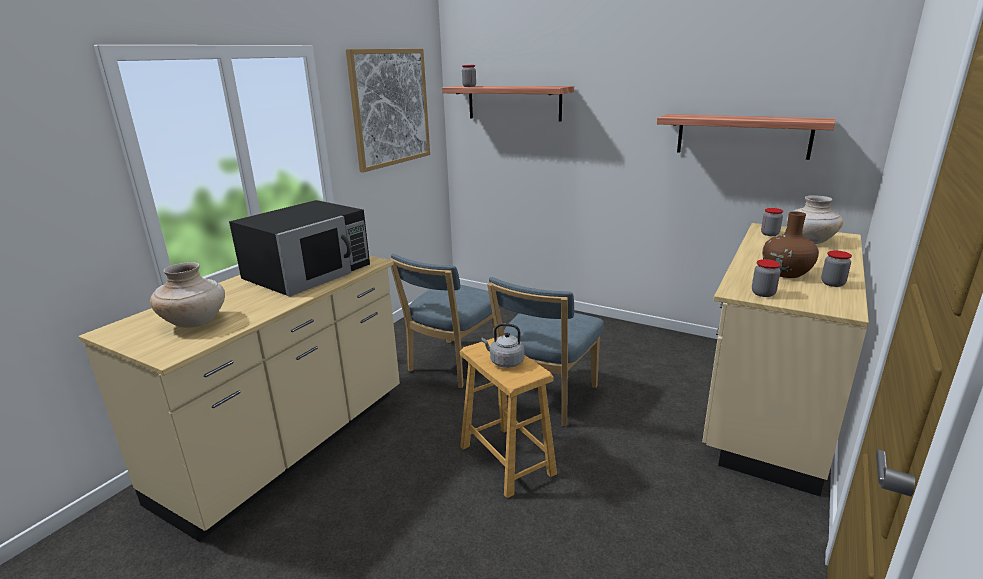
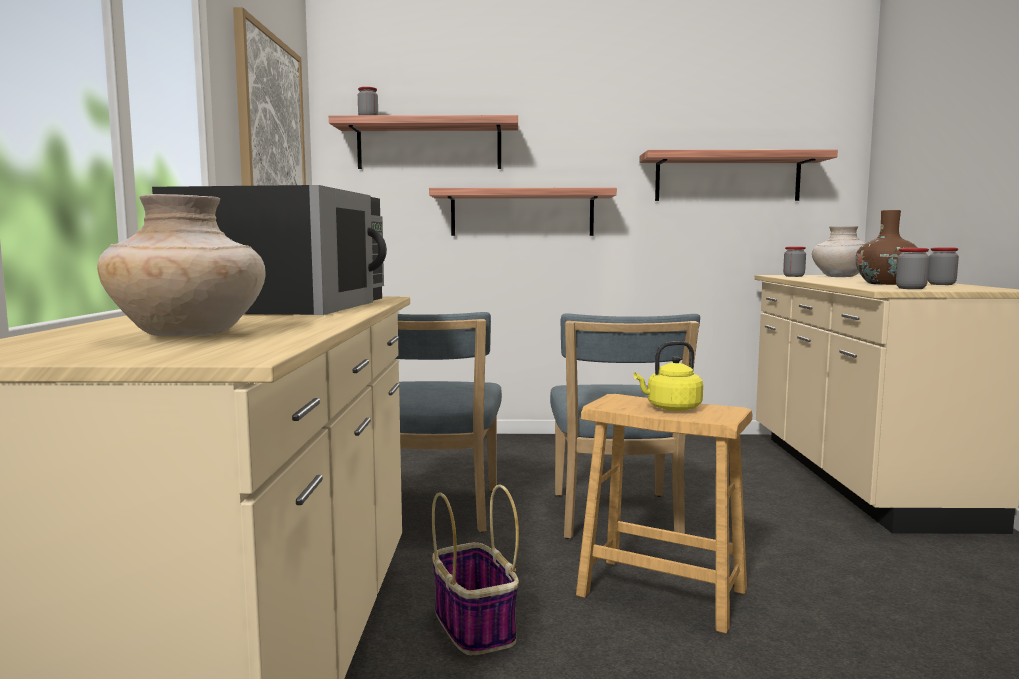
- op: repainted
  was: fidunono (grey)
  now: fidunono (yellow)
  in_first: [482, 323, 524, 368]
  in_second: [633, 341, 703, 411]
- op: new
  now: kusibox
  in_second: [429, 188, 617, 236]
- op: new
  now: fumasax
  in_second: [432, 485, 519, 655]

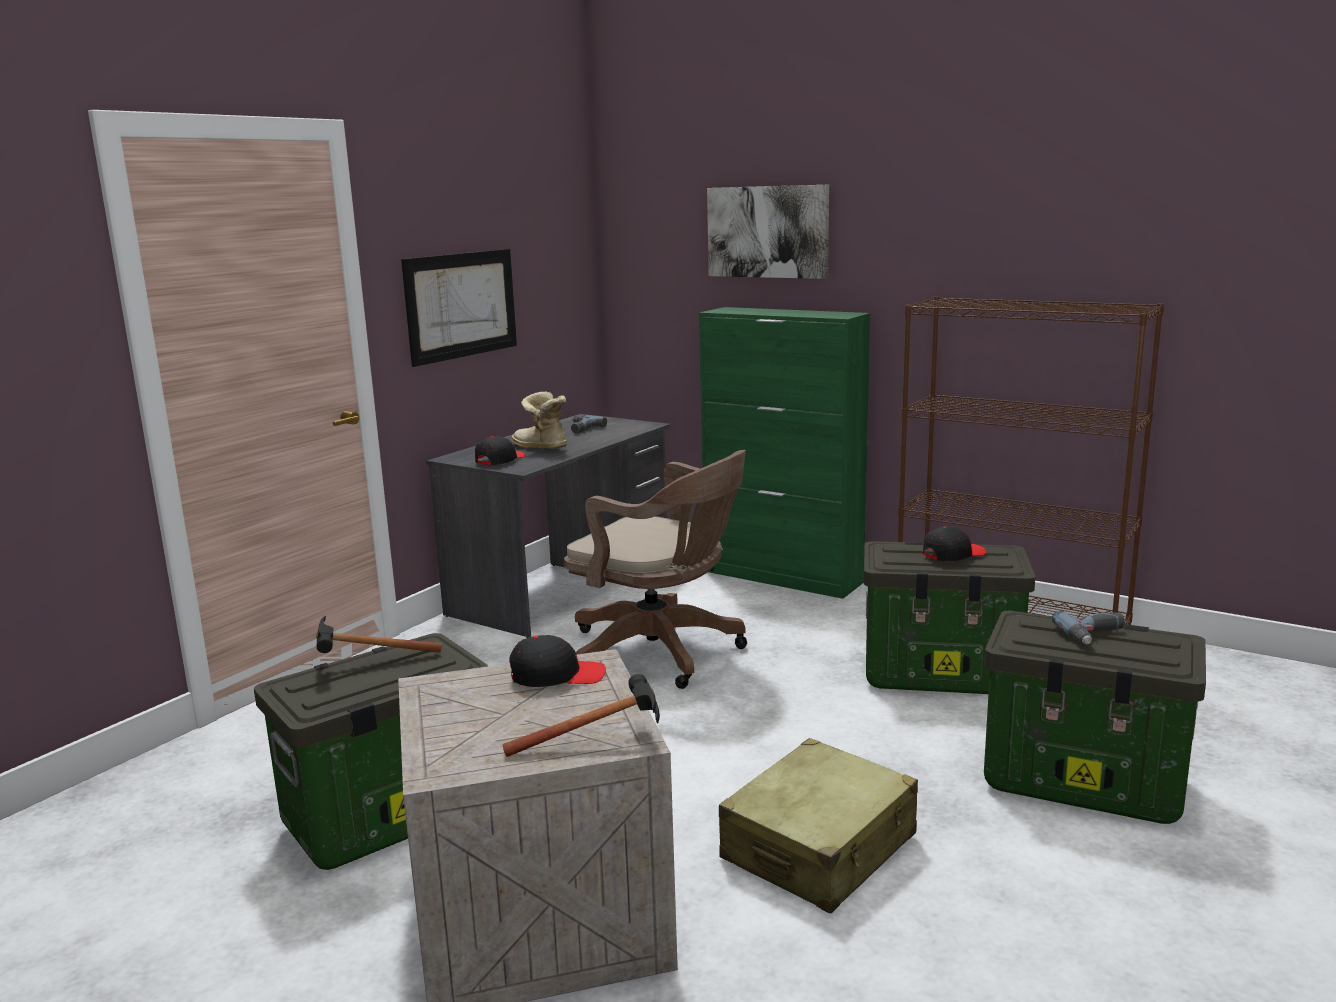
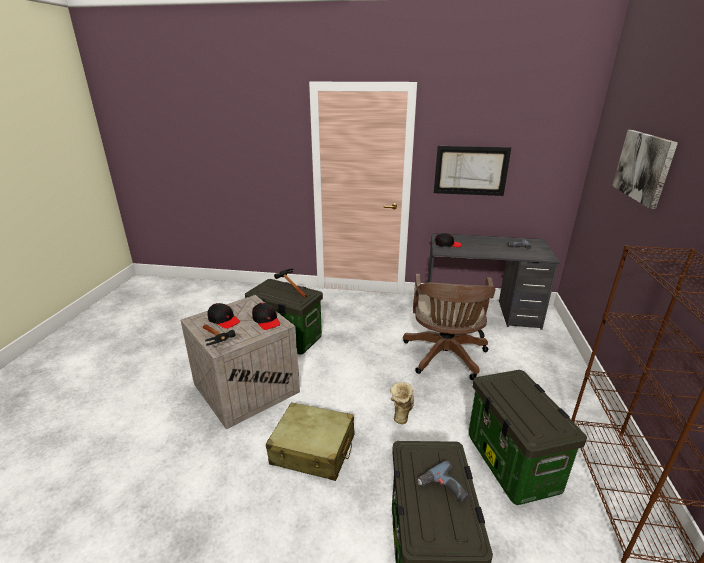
- op: shifted
  was: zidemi
  in_first: [511, 391, 567, 449]
  in_second: [390, 382, 414, 424]
- op: gone
  was: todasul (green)
  in_first: [699, 307, 870, 599]
- op: shifted
  was: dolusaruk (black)
  in_first: [923, 526, 986, 561]
  in_second: [207, 303, 240, 329]

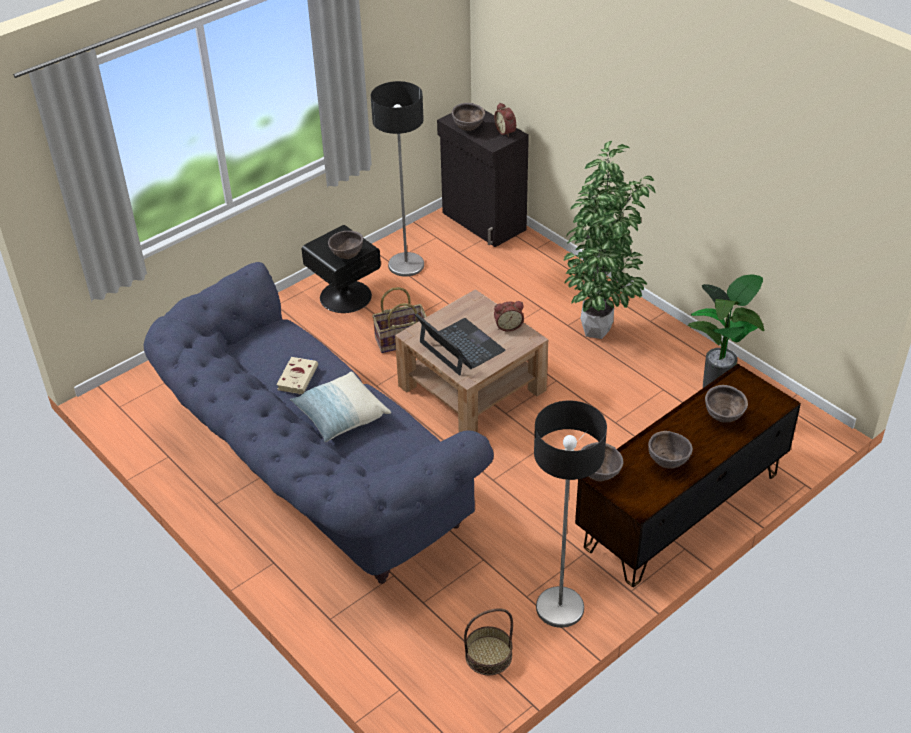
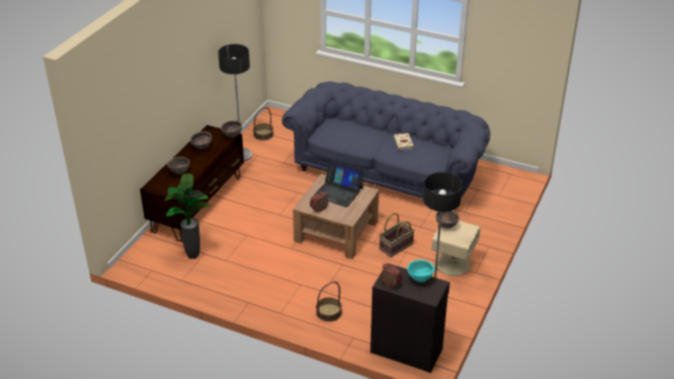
- op: gone
  was: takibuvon
  in_first: [290, 371, 391, 442]
- op: repainted
  was: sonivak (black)
  now: sonivak (beige)
  in_first: [302, 225, 381, 313]
  in_second: [432, 221, 481, 276]
- op: repainted
  was: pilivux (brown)
  now: pilivux (turquoise)
  in_first: [452, 103, 485, 131]
  in_second: [407, 260, 435, 282]
- op: gone
  was: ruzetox
  in_first: [562, 141, 656, 339]
- op: new
  now: fumasax
  in_second: [316, 282, 342, 322]

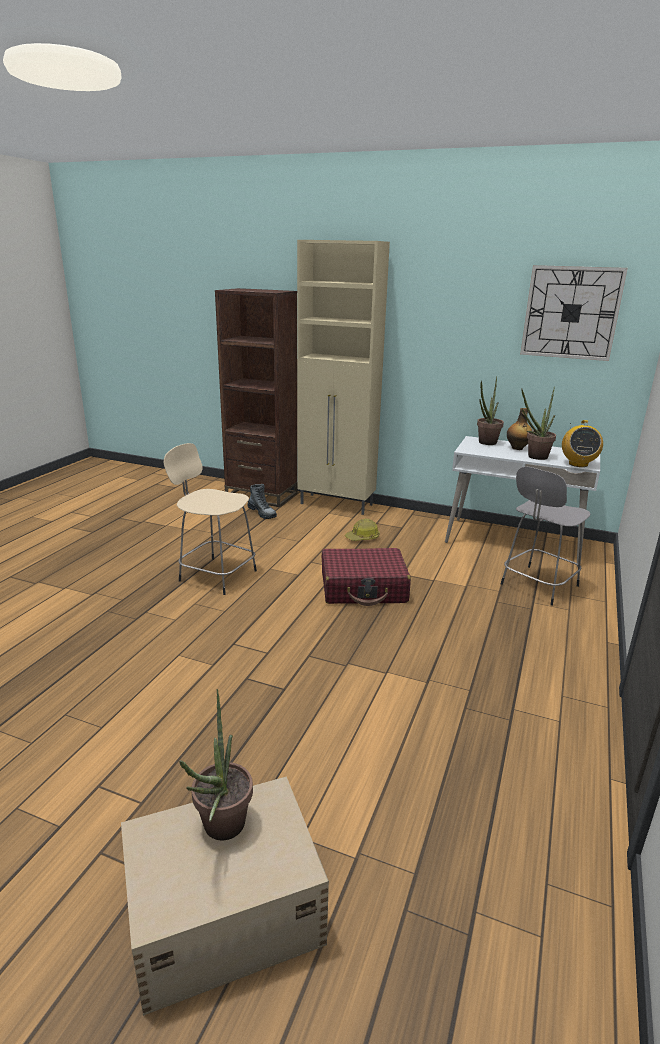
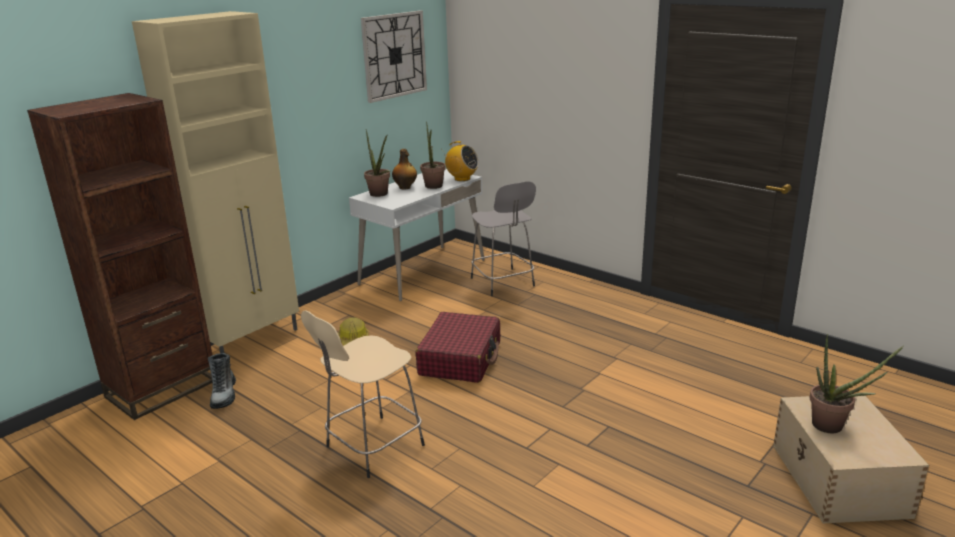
- op: rotated
  was: zidemi
  in_first: [247, 484, 277, 519]
  in_second: [208, 353, 236, 409]
  clockwise: 105

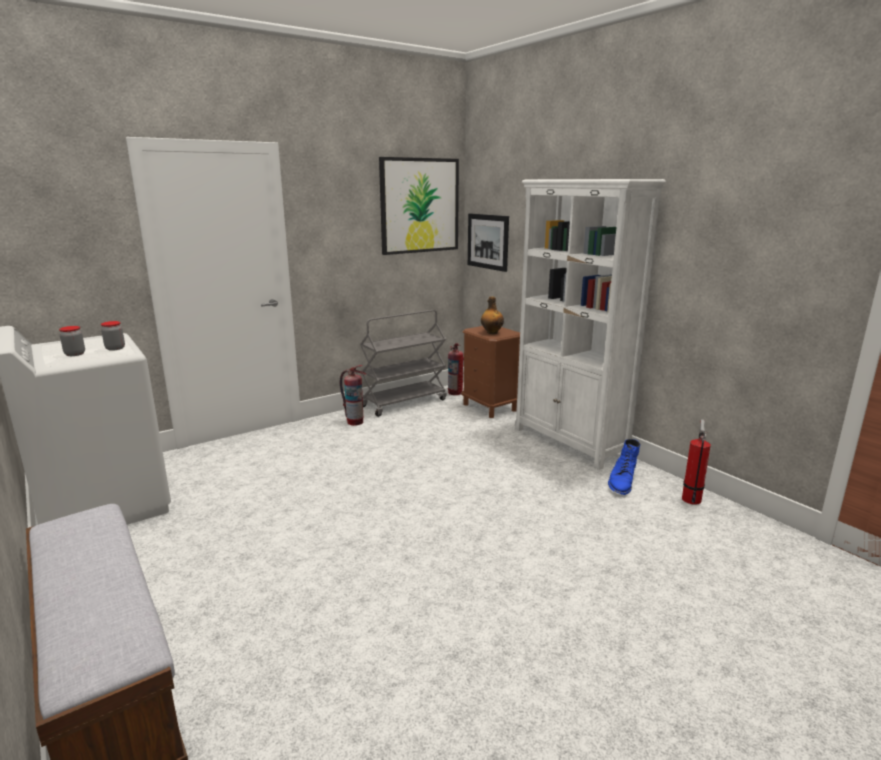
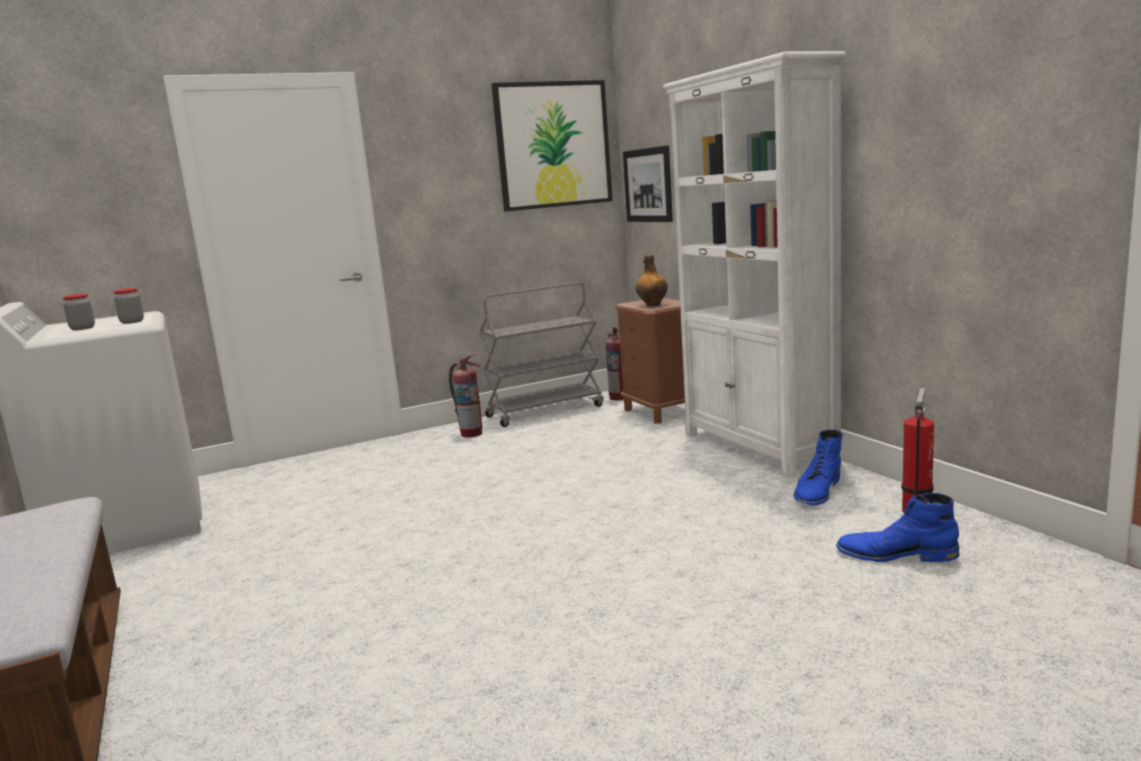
- op: new
  now: zidemi (blue)
  in_second: [836, 493, 959, 562]

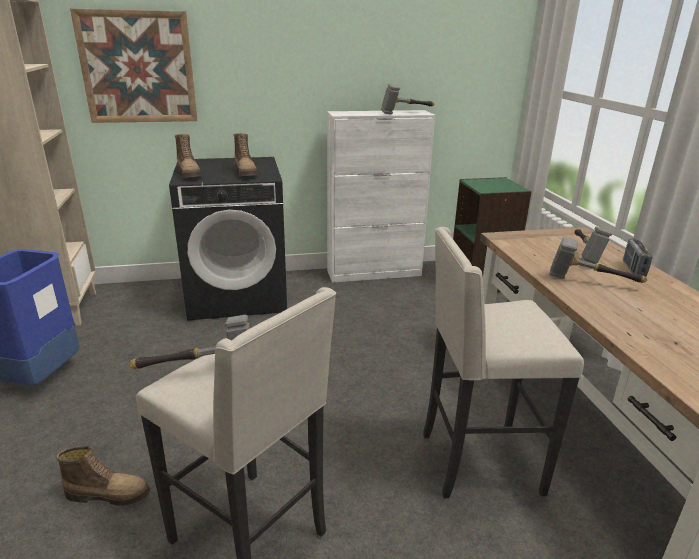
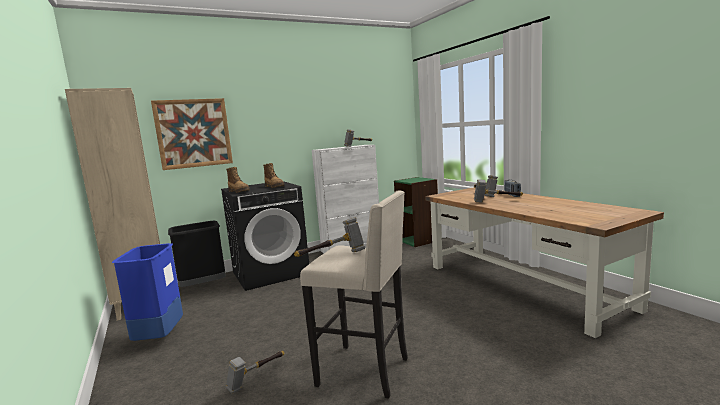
- op: swapped
  was: zidemi
  now: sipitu
  in_first: [56, 446, 150, 506]
  in_second: [226, 351, 284, 394]
- op: gone
  was: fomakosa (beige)
  in_first: [423, 227, 584, 499]
- op: new
  now: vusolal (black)
  in_second: [168, 221, 226, 287]

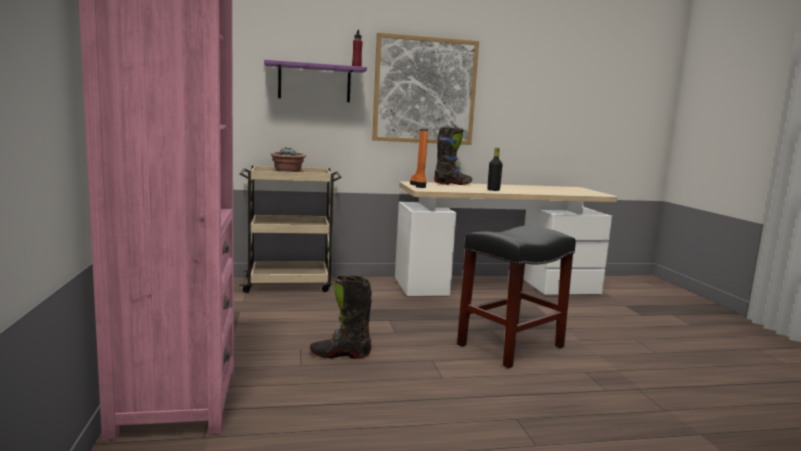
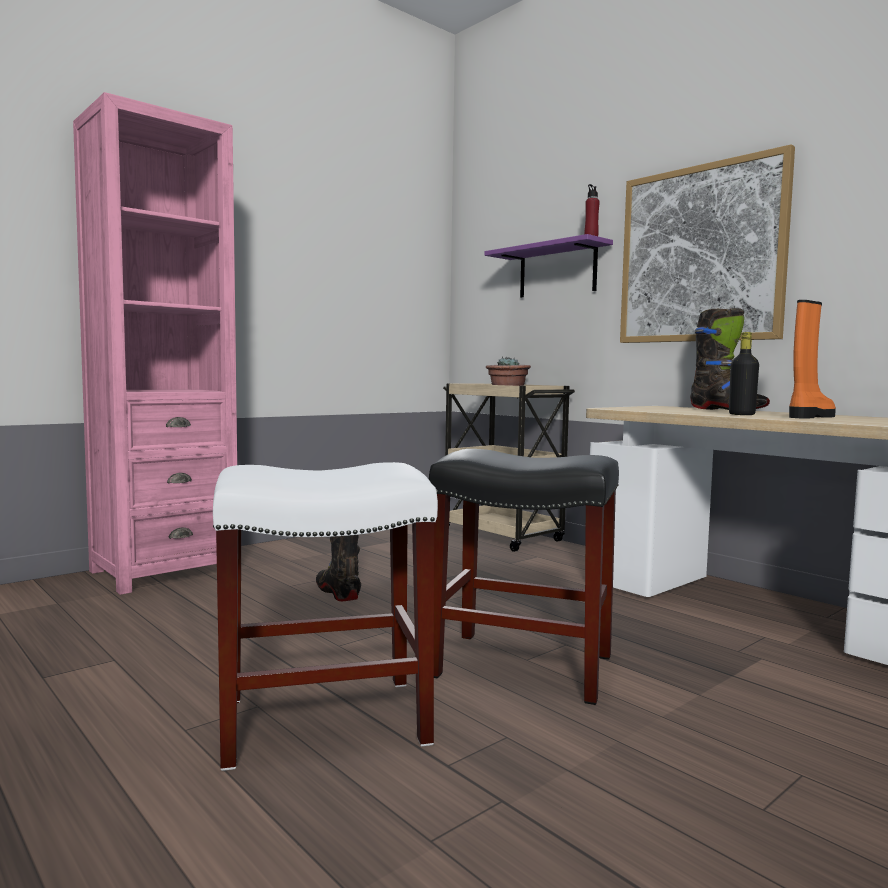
- op: shifted
  was: zidemi (orange)
  in_first: [410, 129, 428, 188]
  in_second: [789, 300, 836, 418]
- op: new
  now: fomakosa (white)
  in_second: [213, 462, 438, 771]

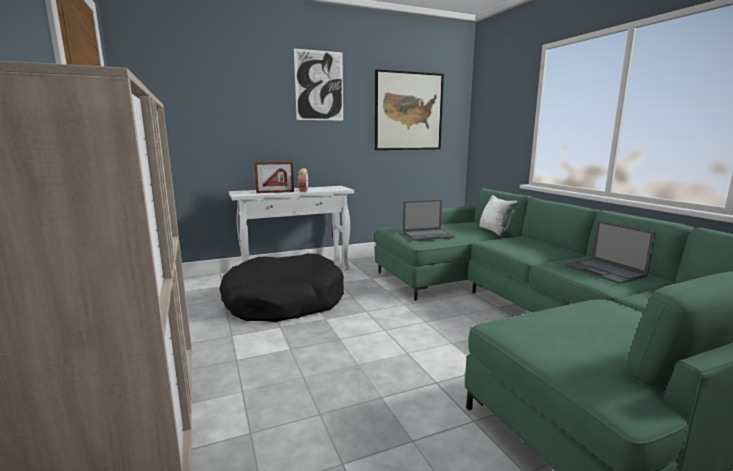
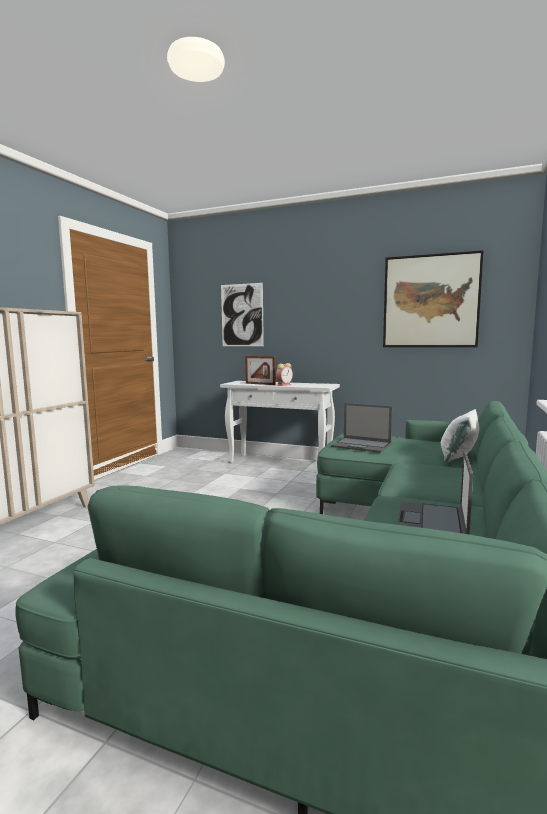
- op: gone
  was: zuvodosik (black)
  in_first: [219, 253, 344, 322]
- op: shifted
  was: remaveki
  in_first: [294, 49, 343, 121]
  in_second: [221, 283, 264, 346]

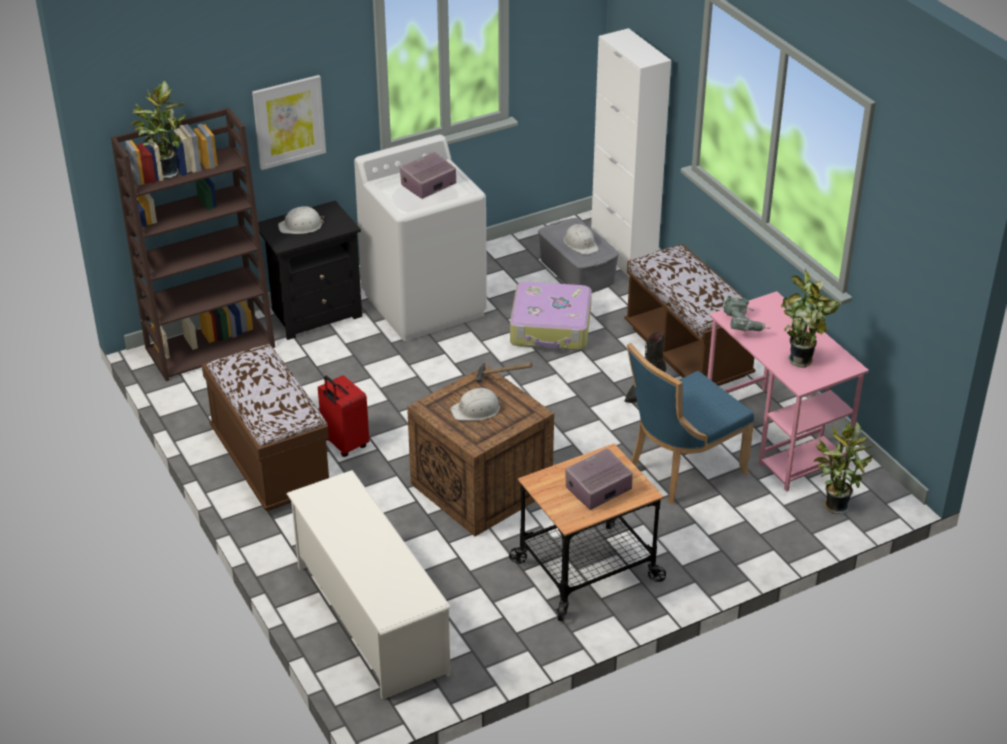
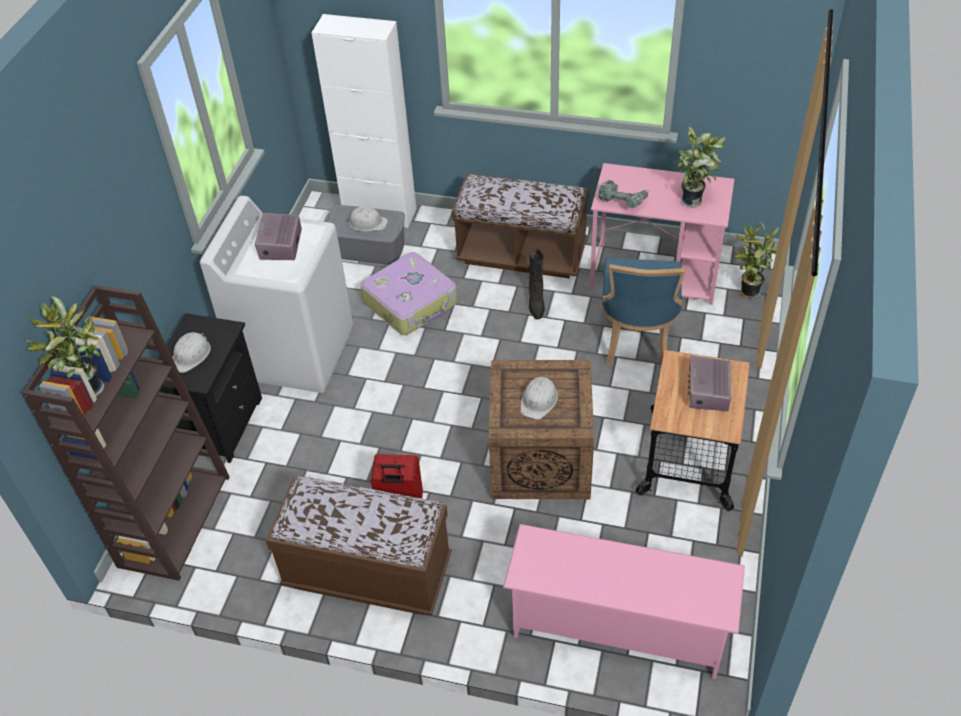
- op: gone
  was: remaveki
  in_first: [252, 75, 326, 170]
- op: repainted
  was: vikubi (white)
  now: vikubi (pink)
  in_first: [286, 470, 452, 700]
  in_second: [503, 524, 745, 679]
- op: gone
  was: sipitu
  in_first: [475, 362, 533, 383]

